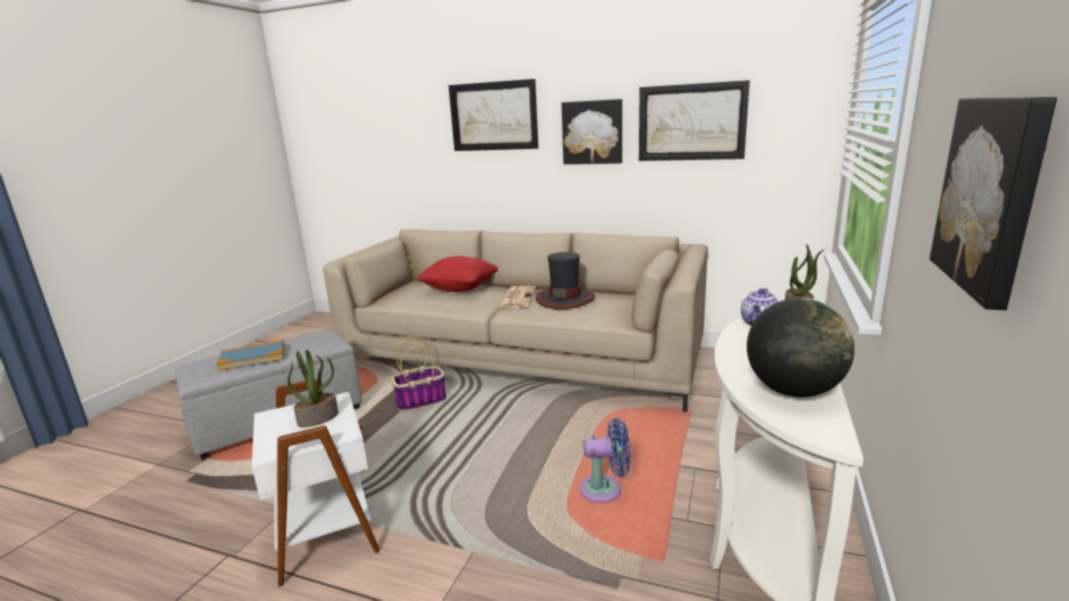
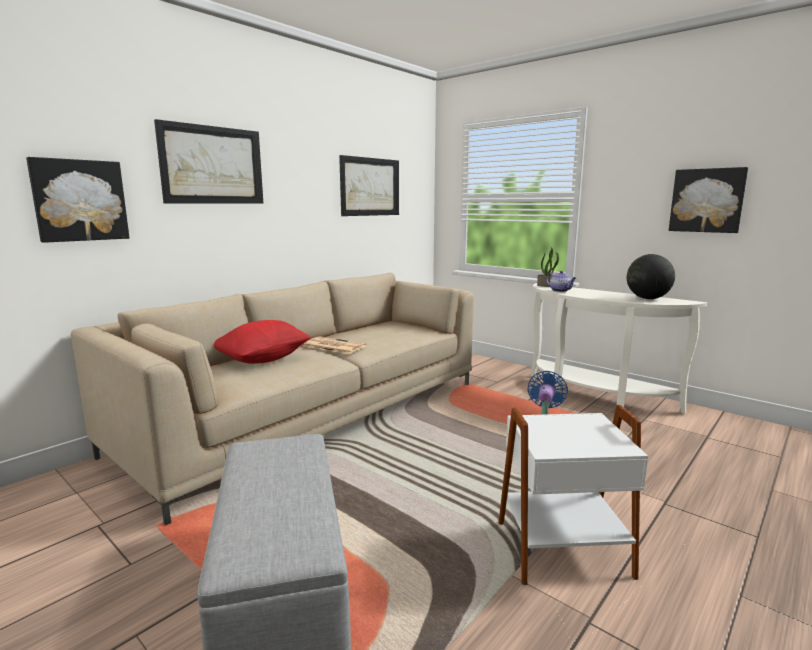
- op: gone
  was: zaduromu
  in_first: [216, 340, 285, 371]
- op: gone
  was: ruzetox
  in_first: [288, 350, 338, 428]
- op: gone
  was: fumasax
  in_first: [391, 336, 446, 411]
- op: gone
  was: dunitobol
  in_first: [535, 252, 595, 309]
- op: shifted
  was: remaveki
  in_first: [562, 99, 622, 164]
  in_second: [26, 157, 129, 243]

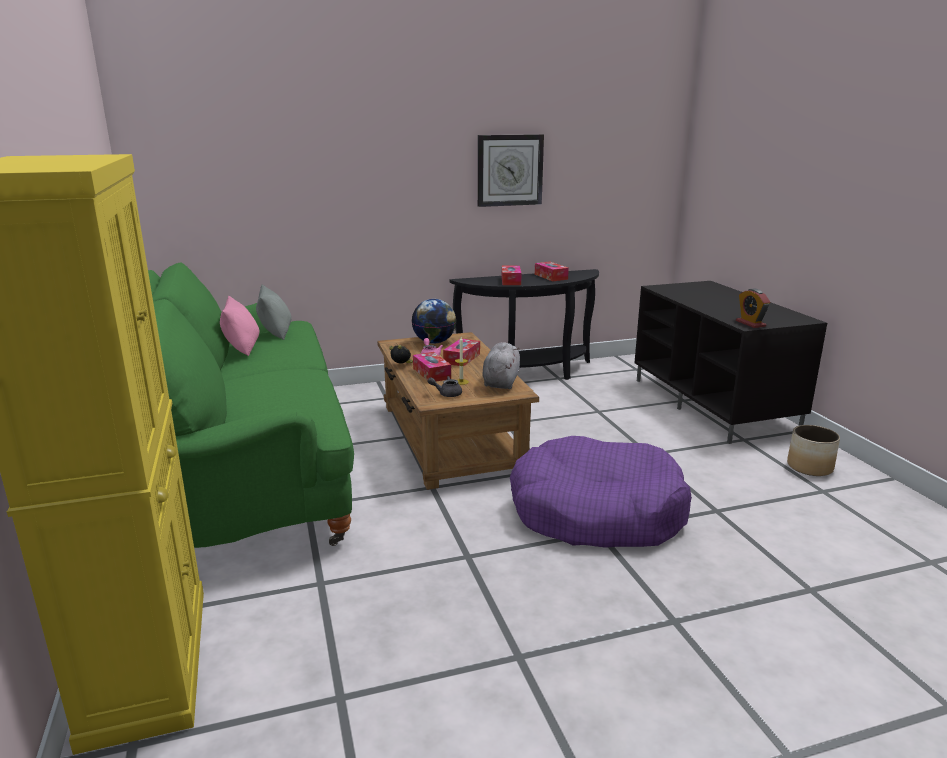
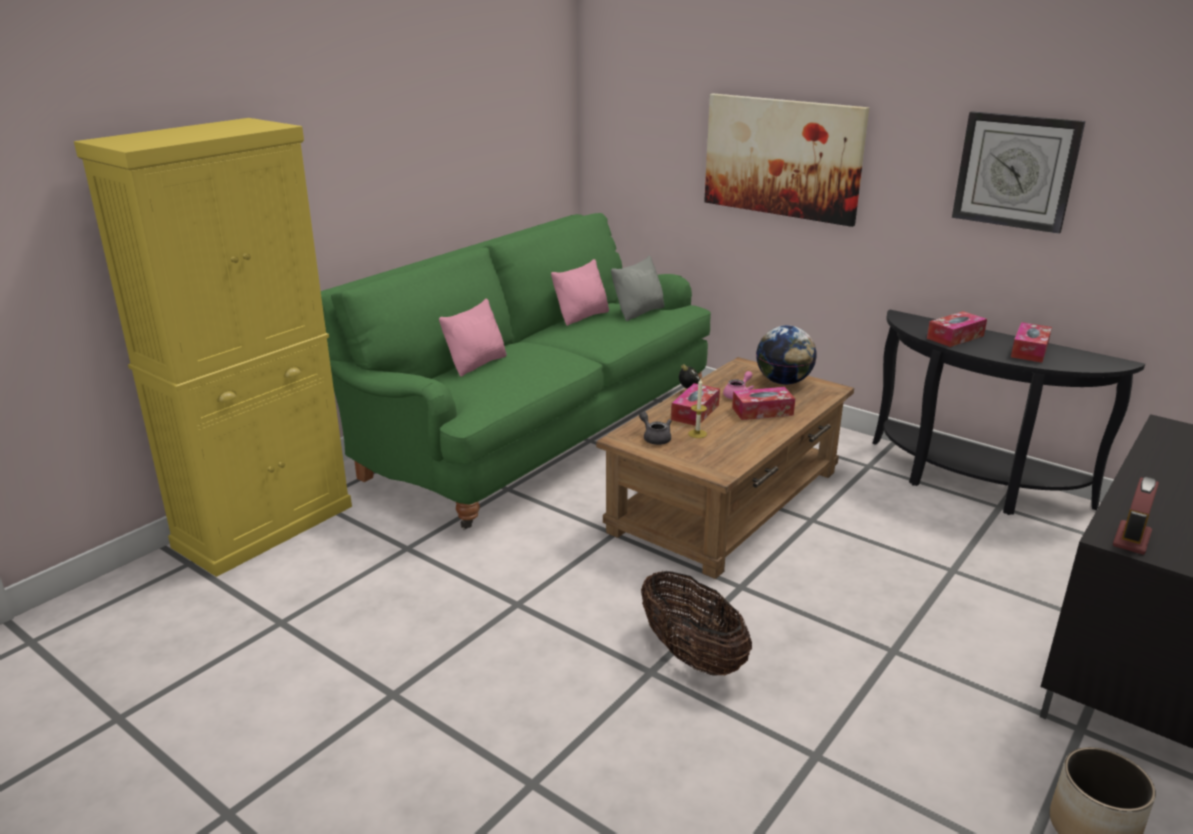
- op: gone
  was: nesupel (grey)
  in_first: [482, 342, 520, 389]
- op: swapped
  was: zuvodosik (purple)
  now: fumasax
  in_first: [510, 436, 692, 548]
  in_second: [641, 570, 752, 676]
- op: new
  now: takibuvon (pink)
  in_second: [439, 298, 507, 377]
- op: new
  now: remaveki
  in_second: [704, 93, 869, 227]

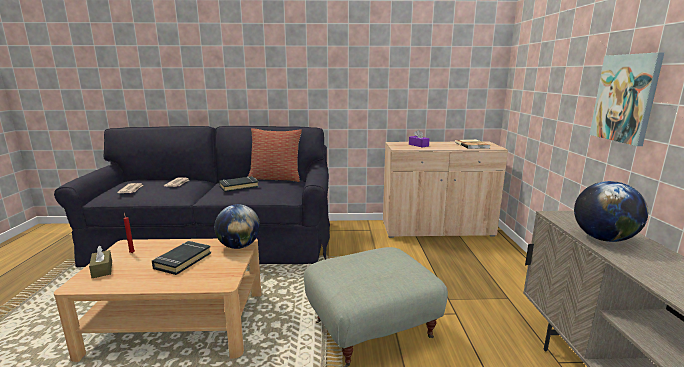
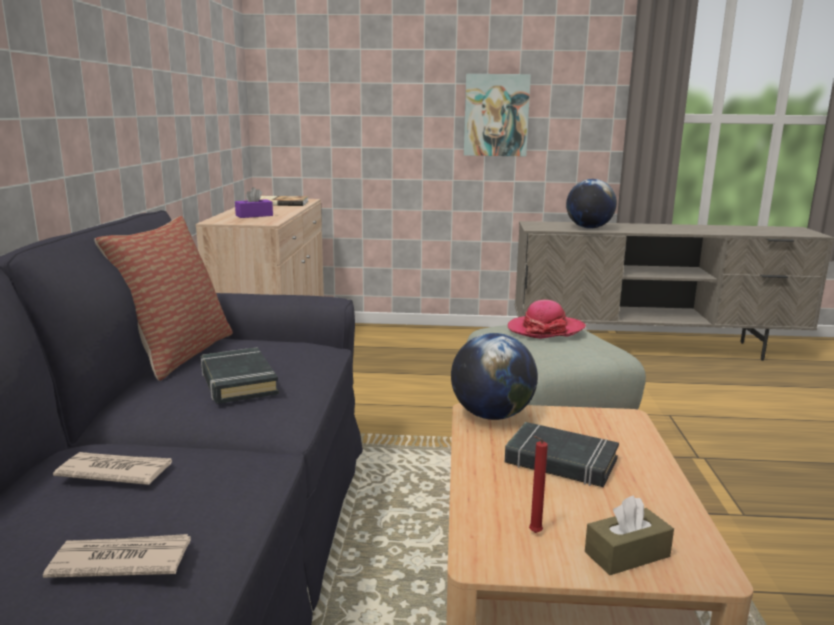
- op: new
  now: dunitobol
  in_second: [508, 300, 586, 339]

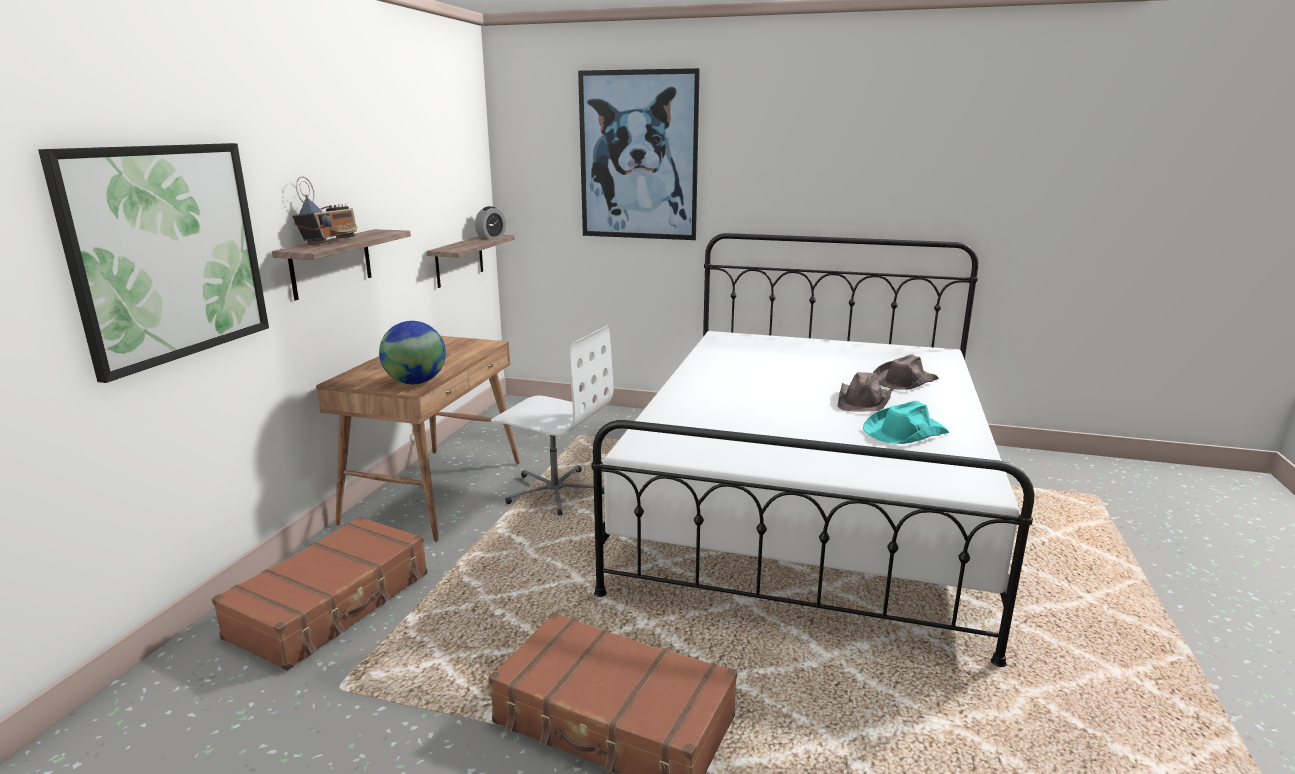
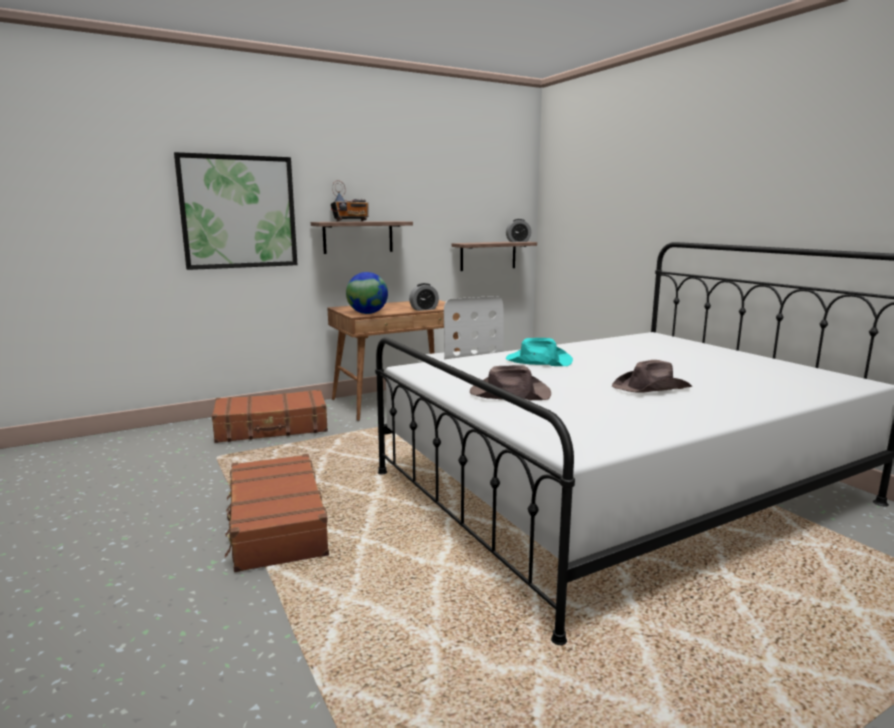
- op: gone
  was: remaveki
  in_first: [578, 68, 700, 240]
- op: shifted
  was: dunitobol (turquoise)
  in_first: [863, 401, 949, 444]
  in_second: [506, 338, 573, 366]
- op: shifted
  was: dunitobol (brown)
  in_first: [873, 354, 939, 390]
  in_second: [470, 365, 551, 400]
- op: new
  now: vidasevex
  in_second: [409, 283, 439, 311]

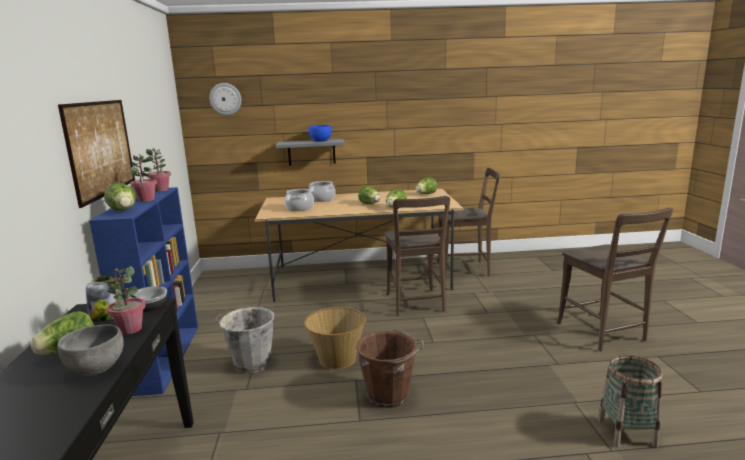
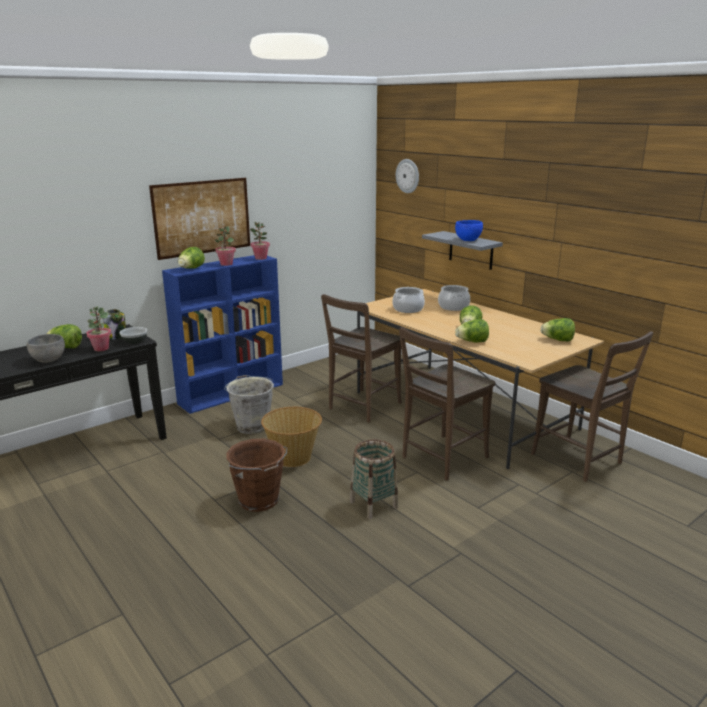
- op: shifted
  was: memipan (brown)
  in_first: [557, 208, 673, 351]
  in_second: [321, 294, 402, 423]
- op: shifted
  was: fumasax
  in_first: [598, 355, 662, 447]
  in_second: [350, 440, 398, 519]

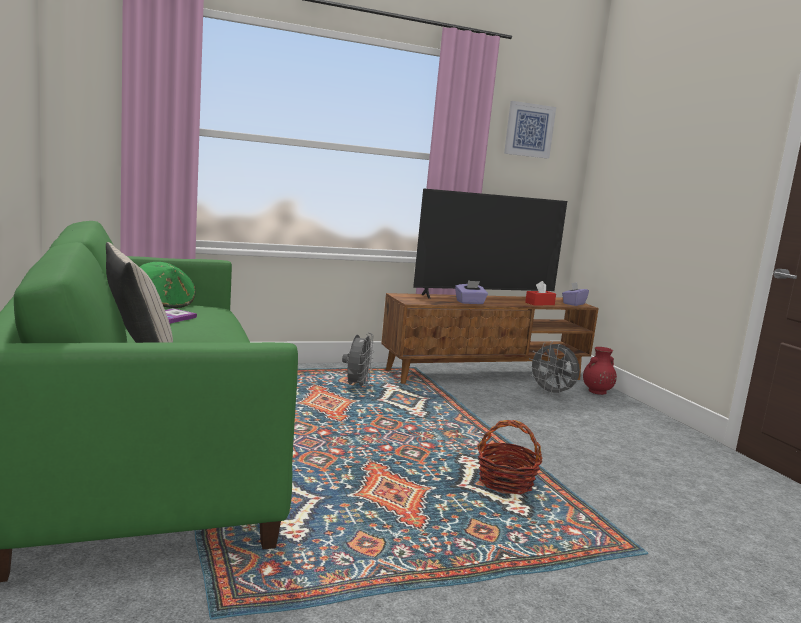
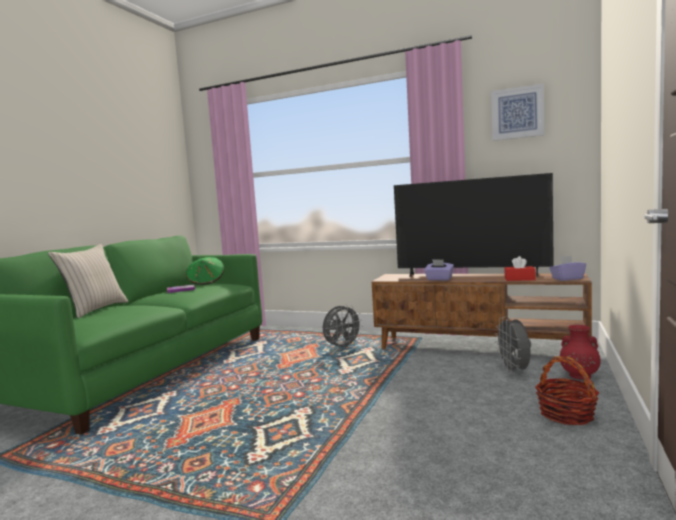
- op: shifted
  was: fumasax
  in_first: [477, 420, 543, 494]
  in_second: [535, 356, 599, 425]

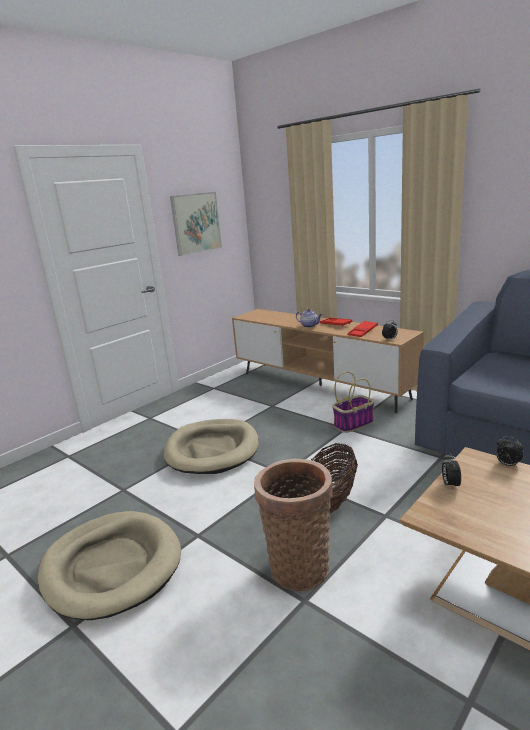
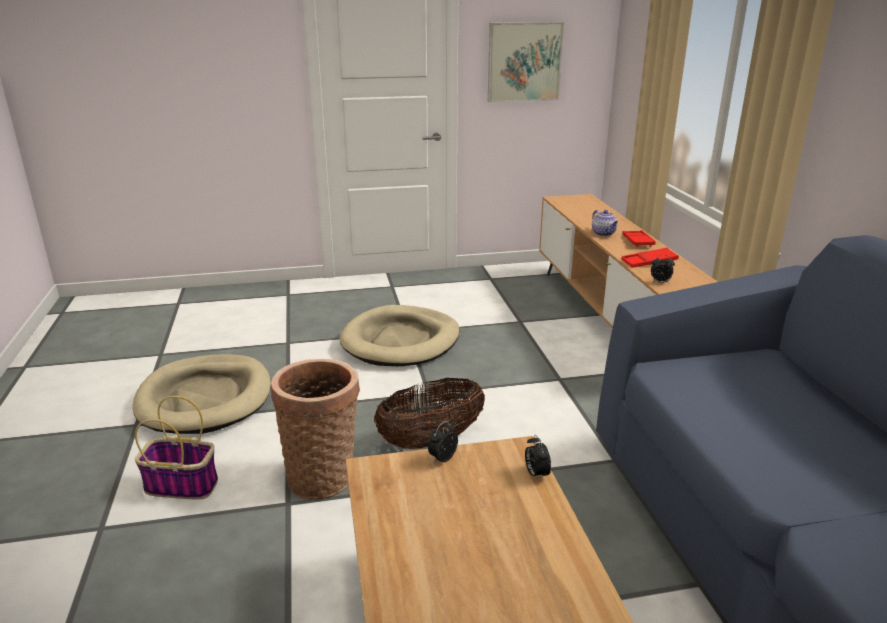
- op: shifted
  was: fumasax
  in_first: [332, 372, 374, 433]
  in_second: [135, 396, 218, 499]

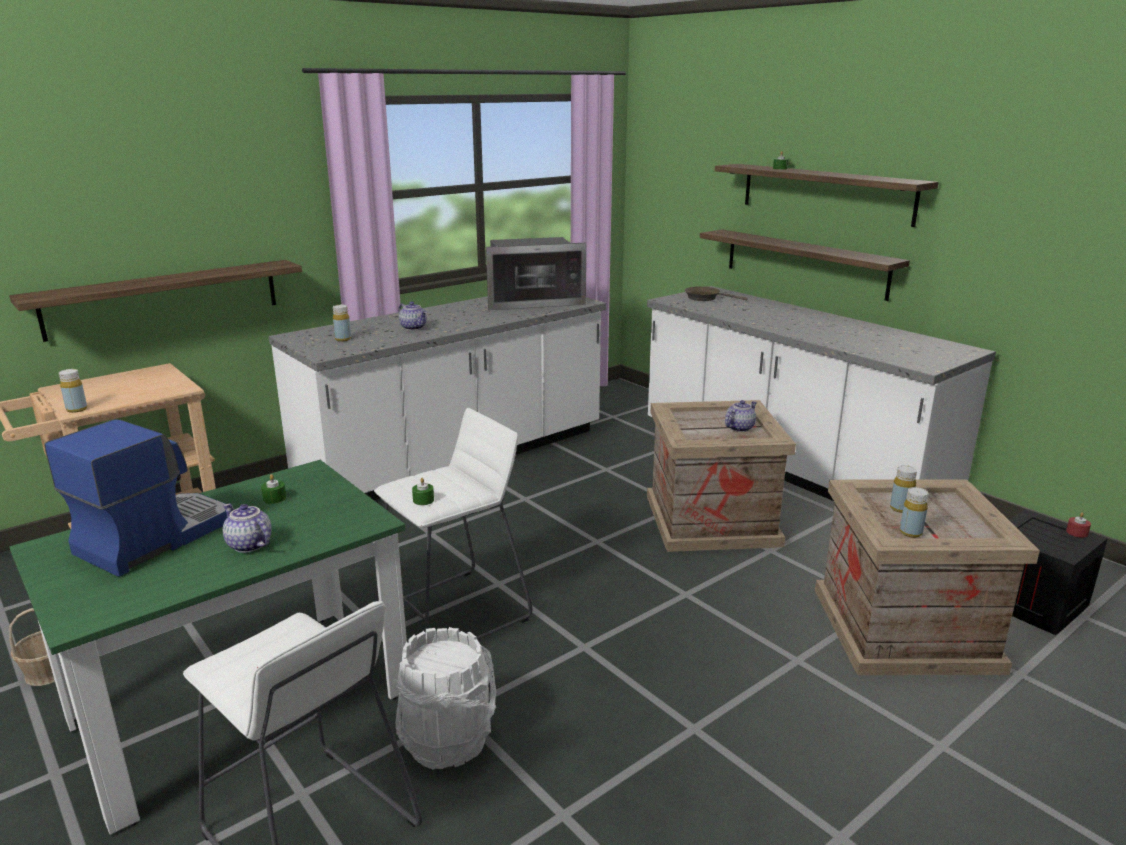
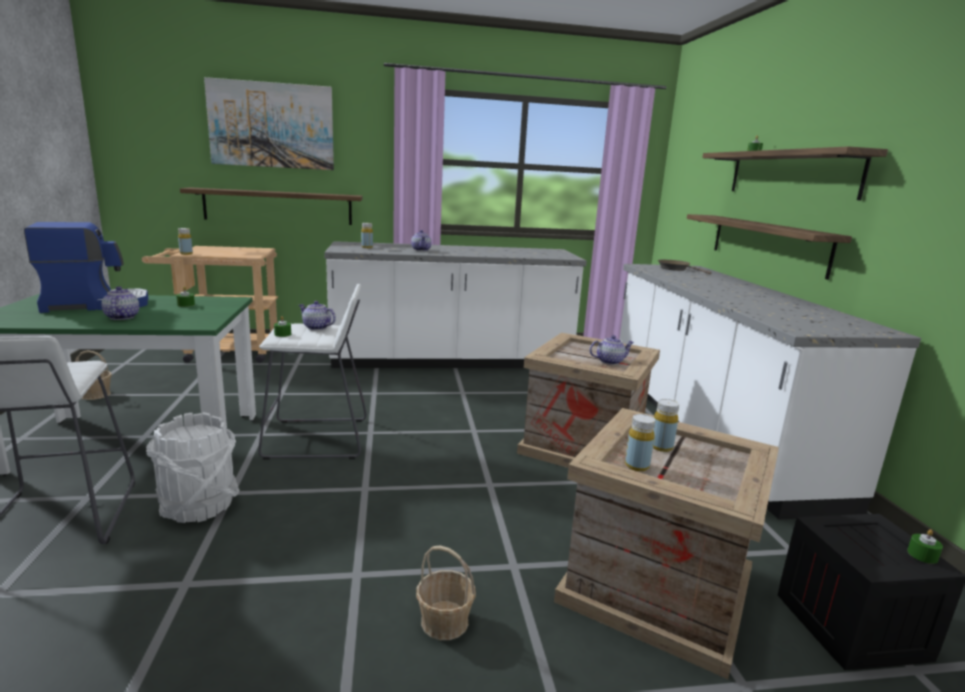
- op: gone
  was: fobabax
  in_first: [486, 237, 586, 310]
- op: repainted
  was: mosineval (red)
  now: mosineval (green)
  in_first: [1066, 512, 1091, 538]
  in_second: [907, 529, 943, 564]
- op: new
  now: remaveki
  in_second: [204, 77, 334, 170]
- op: new
  now: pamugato
  in_second: [299, 301, 336, 330]
- op: new
  now: fumasax
  in_second: [416, 546, 476, 640]

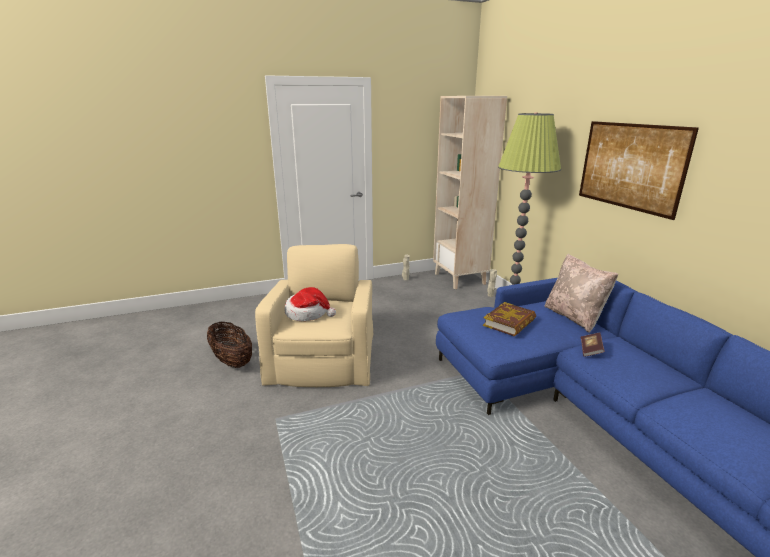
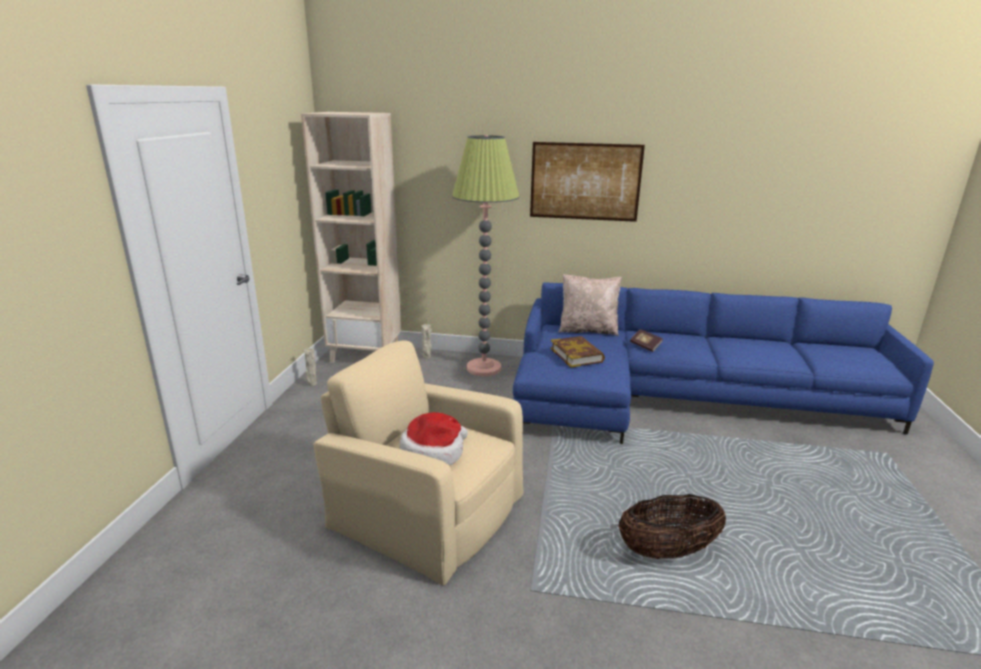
- op: shifted
  was: fumasax
  in_first: [207, 322, 252, 368]
  in_second: [618, 494, 726, 559]

